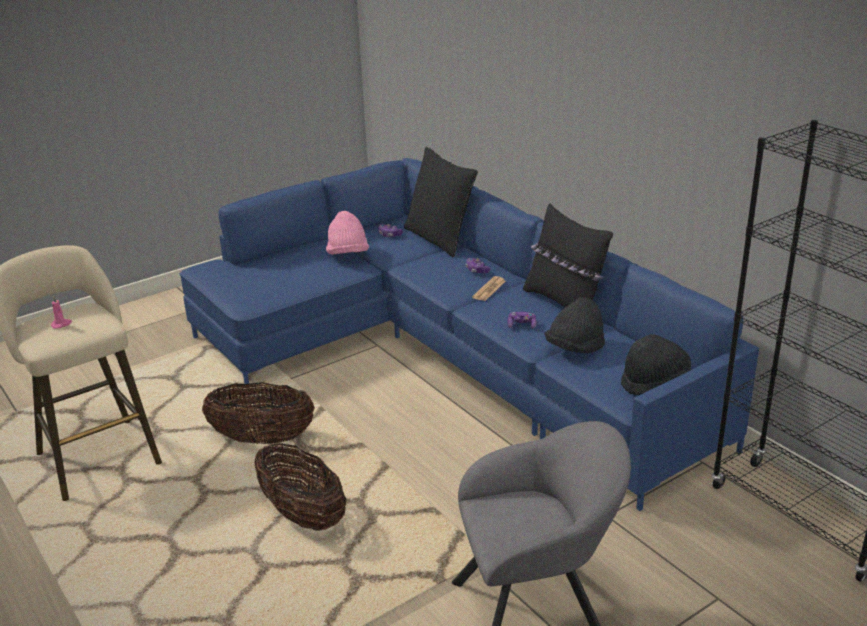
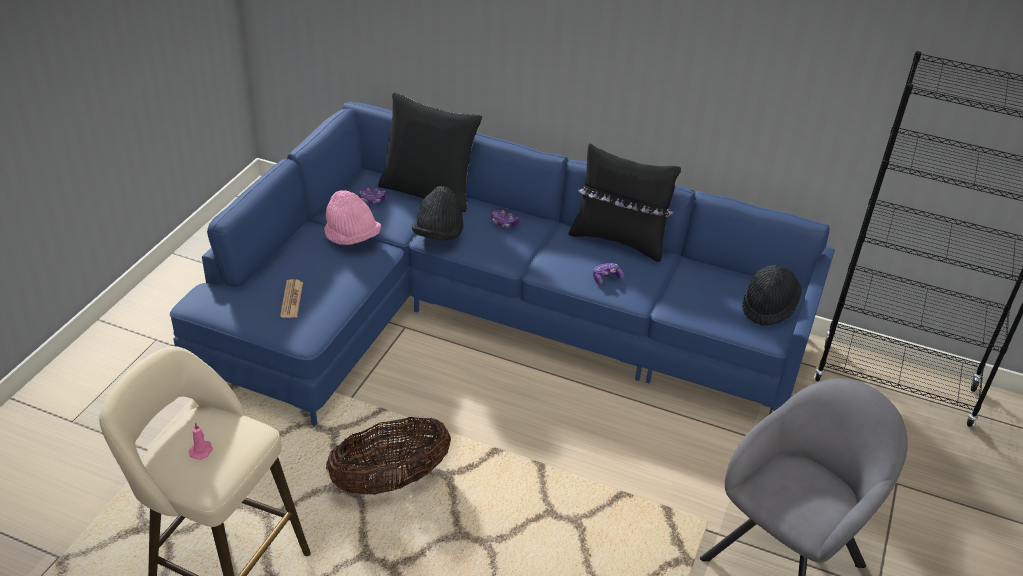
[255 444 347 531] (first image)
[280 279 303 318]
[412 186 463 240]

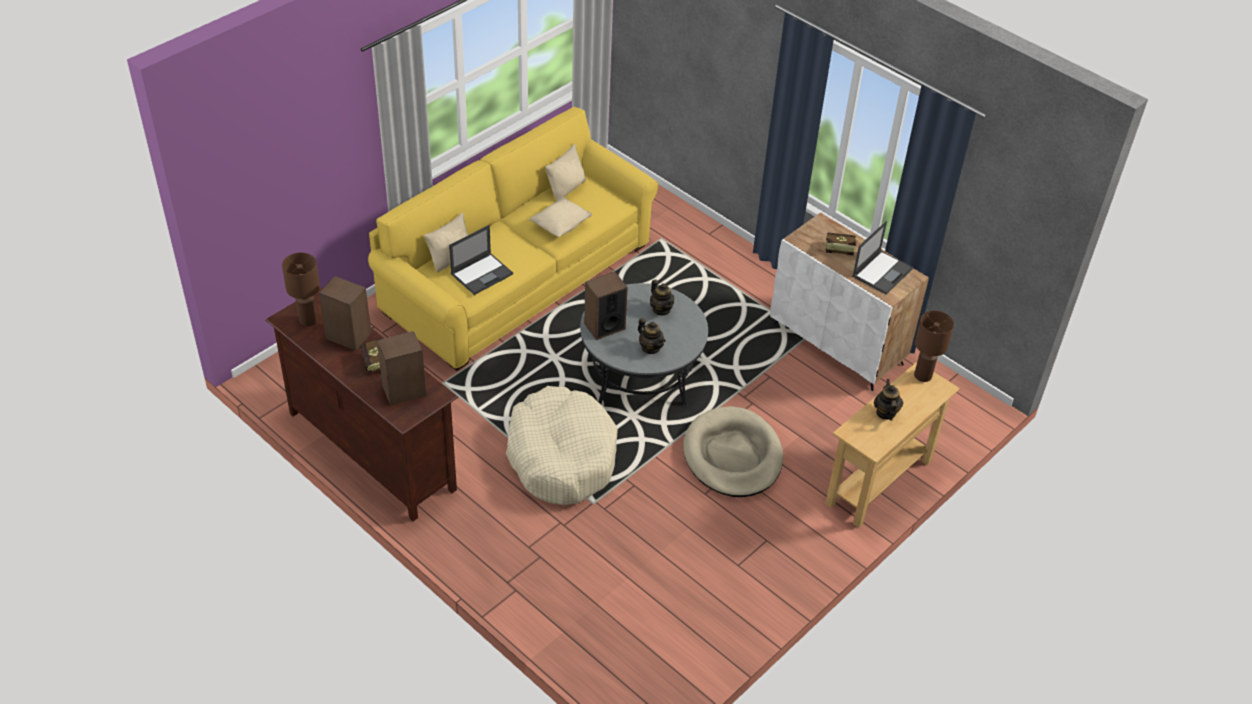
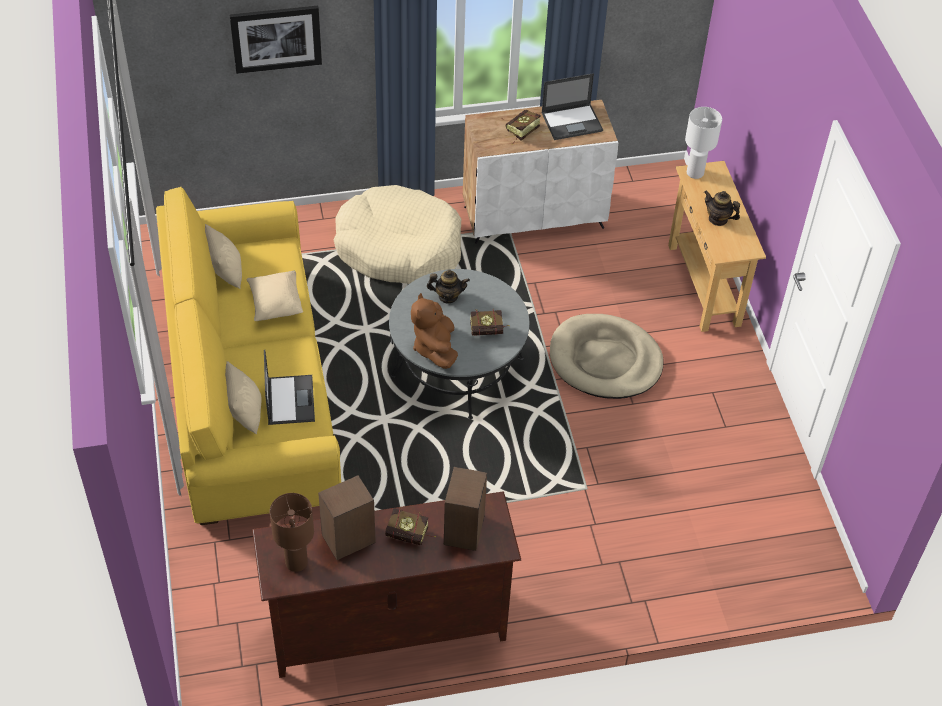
[229 6 322 74]
[334 185 461 284]
[411 293 458 369]
[470 308 509 336]
[685 107 722 179]
[541 73 603 140]

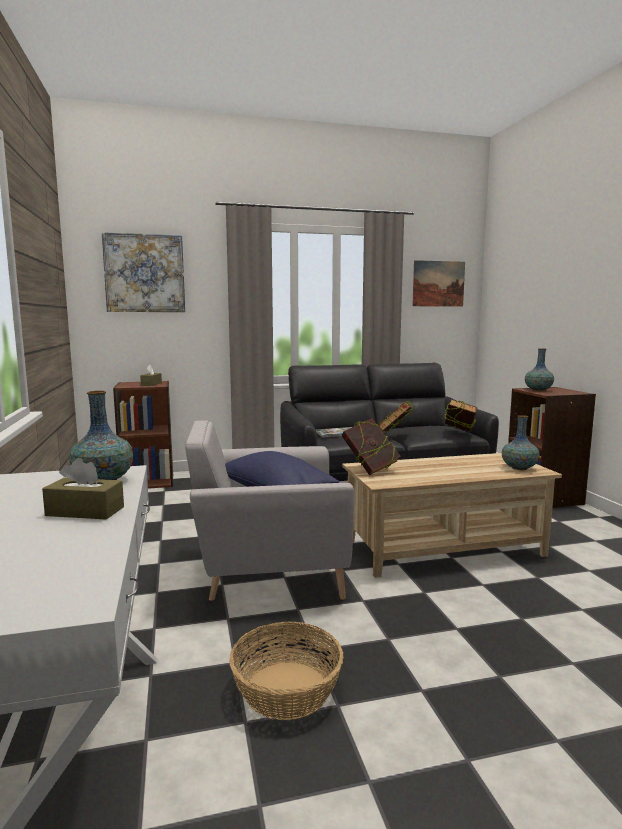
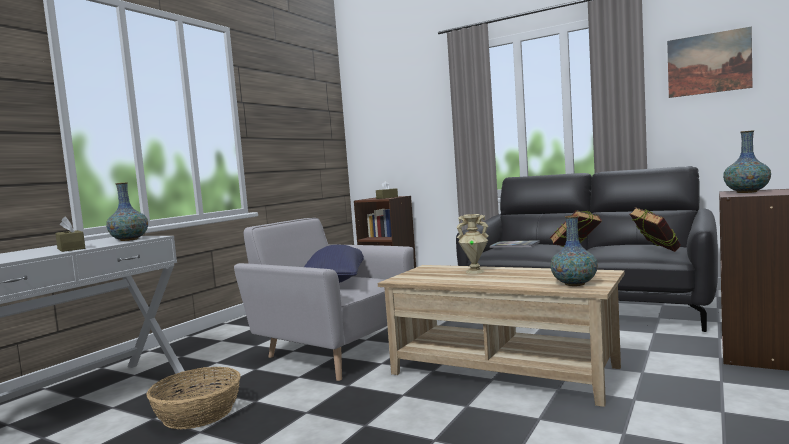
[102 232 185 312] (first image)
[342 418 401 475] (first image)
[456 214 489 274]

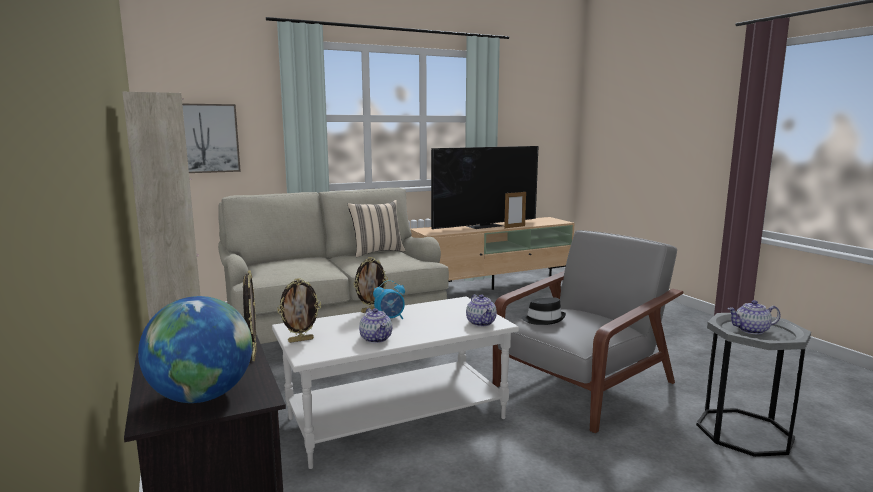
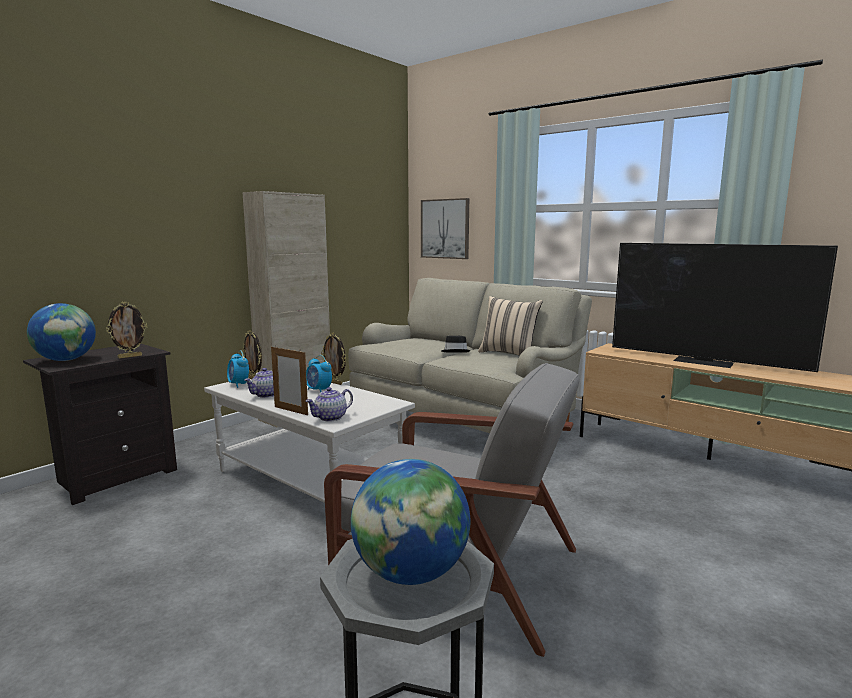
[227 350 249 388]
[271 345 308 415]
[442 336 471 353]
[351 459 470 585]

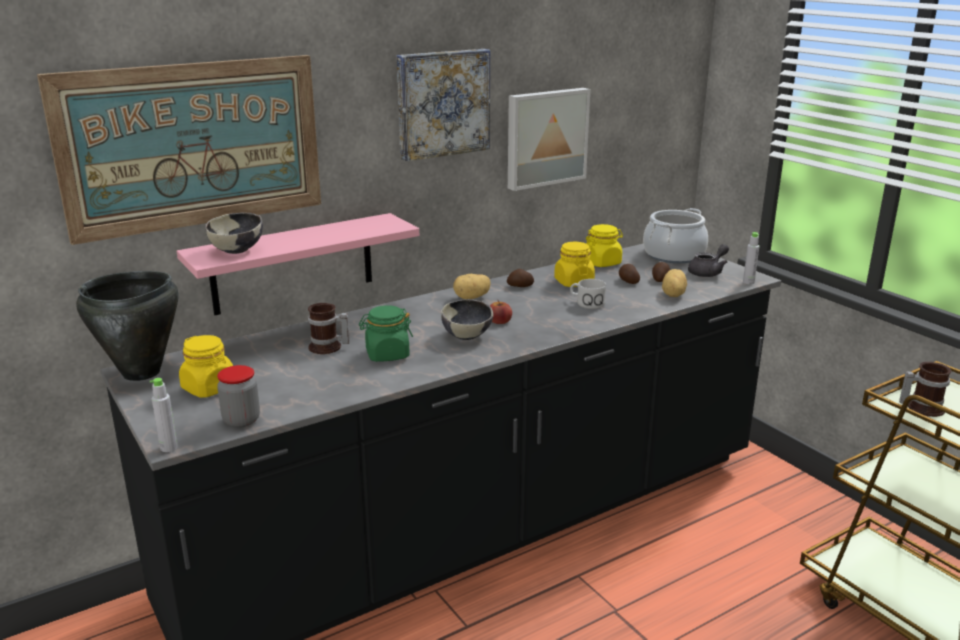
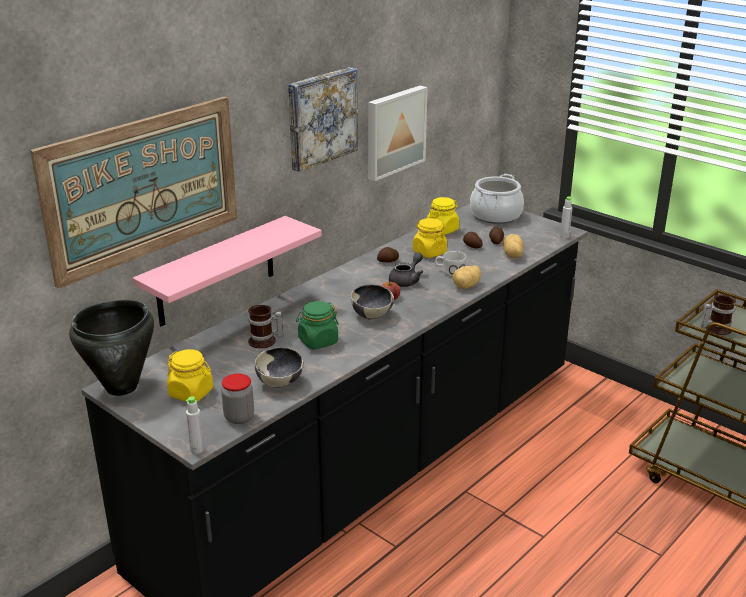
[255 347 304 388]
[453 266 481 289]
[389 252 423 287]

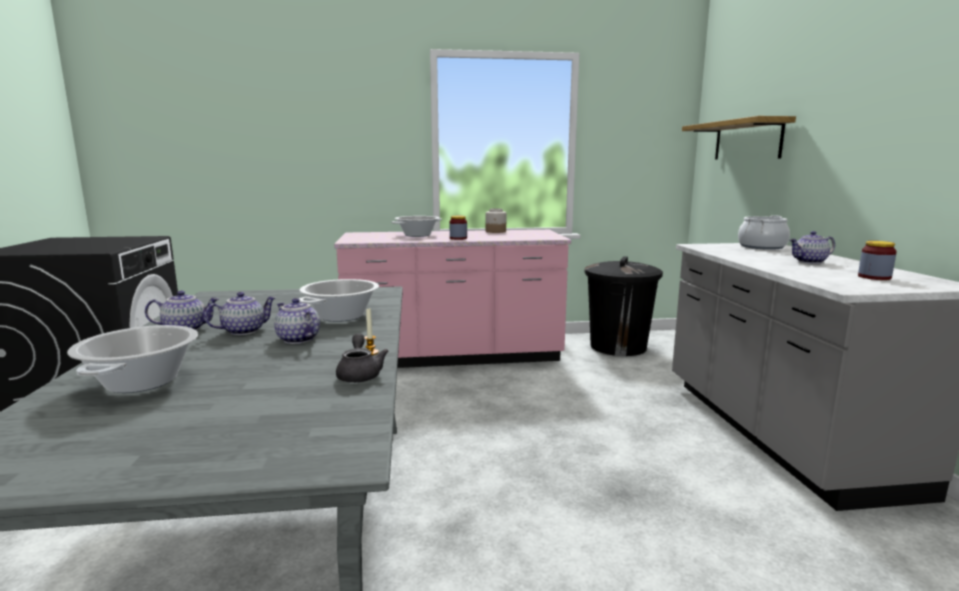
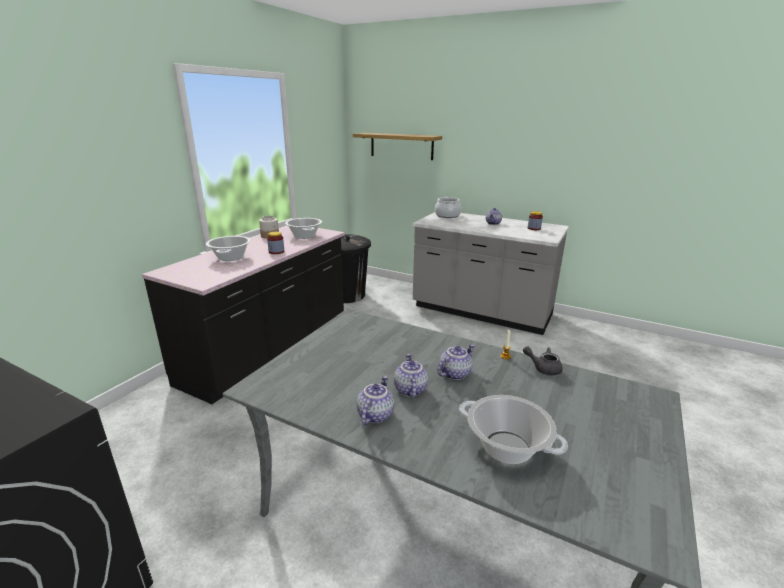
[285 218 322 239]
[142 226 345 404]
[437 344 475 380]

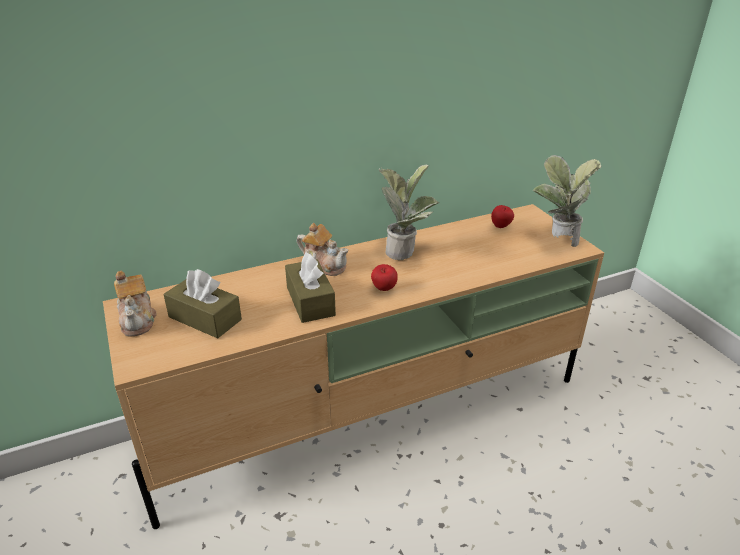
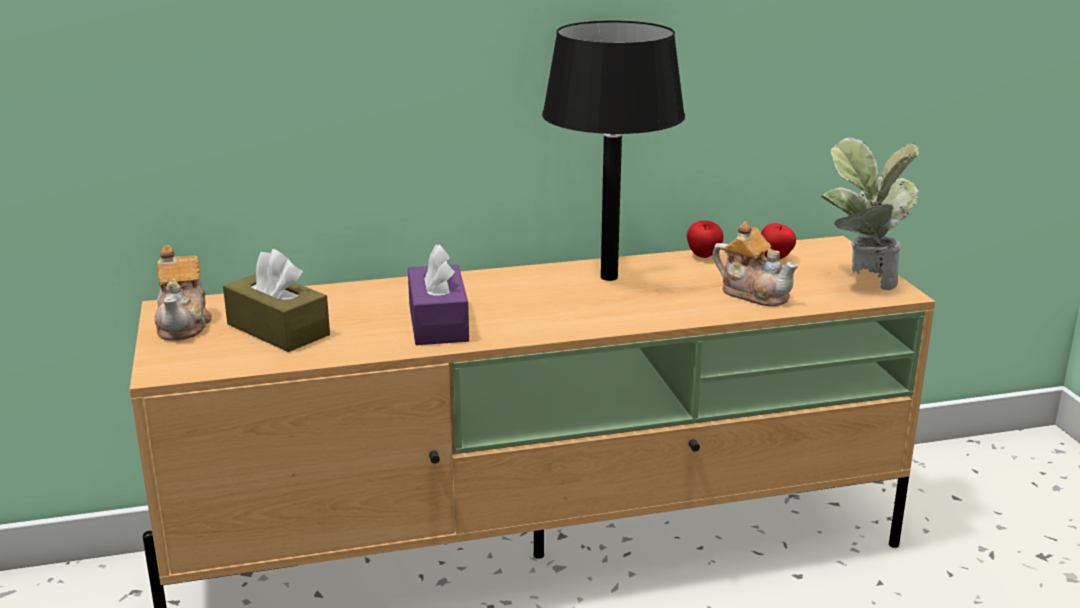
[713 221 799 307]
[687 221 723 258]
[542 21 685 281]
[408 244 469 345]

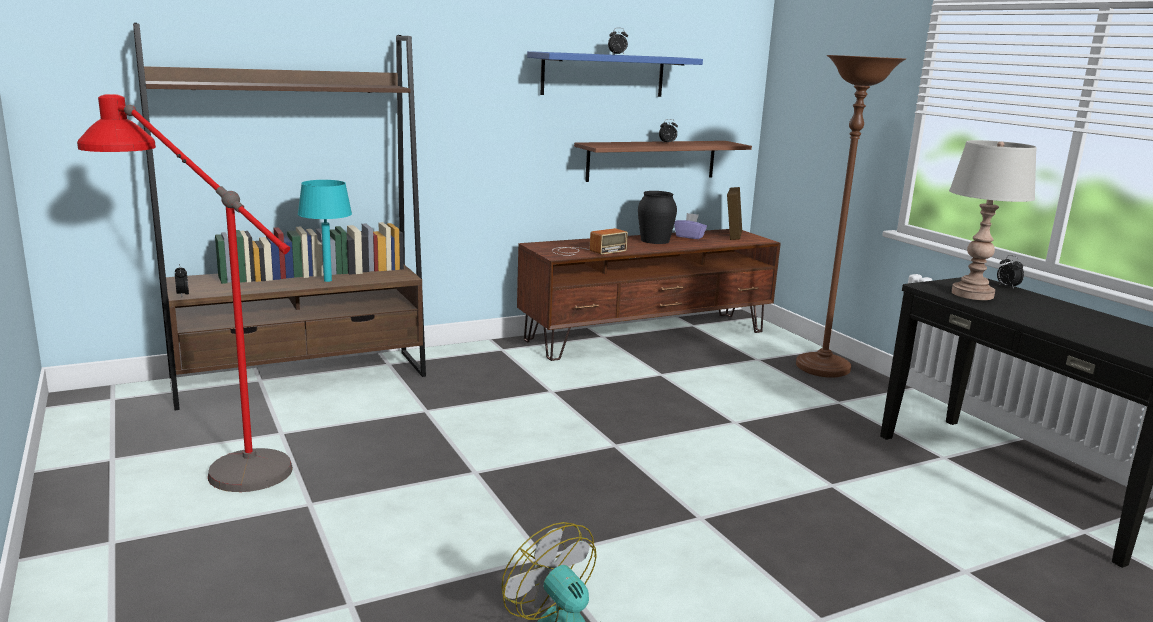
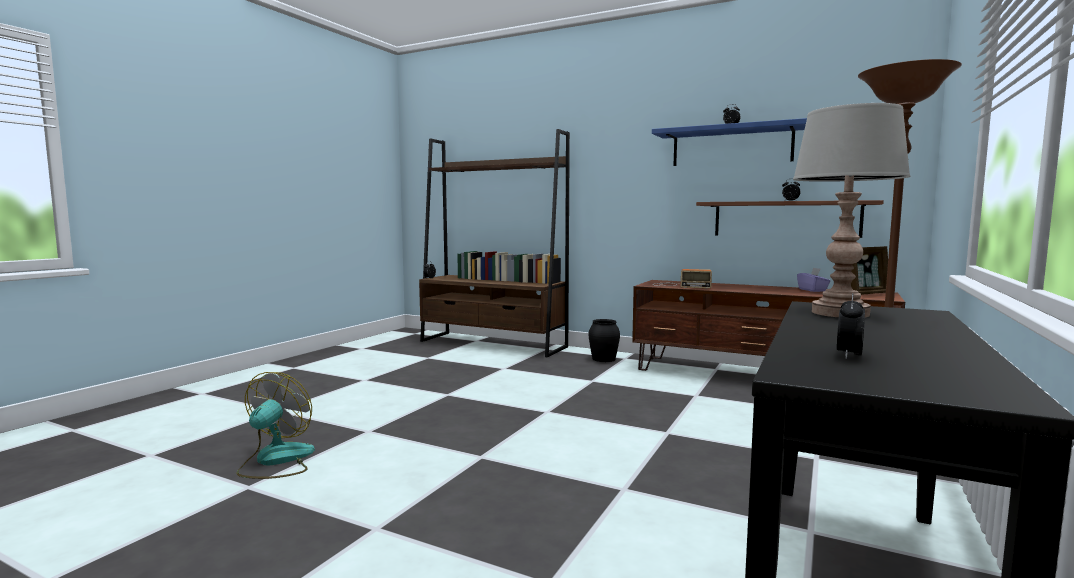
[77 94 293 492] (first image)
[297 180 352 282] (first image)
[589 319 620 362]
[837 293 865 359]

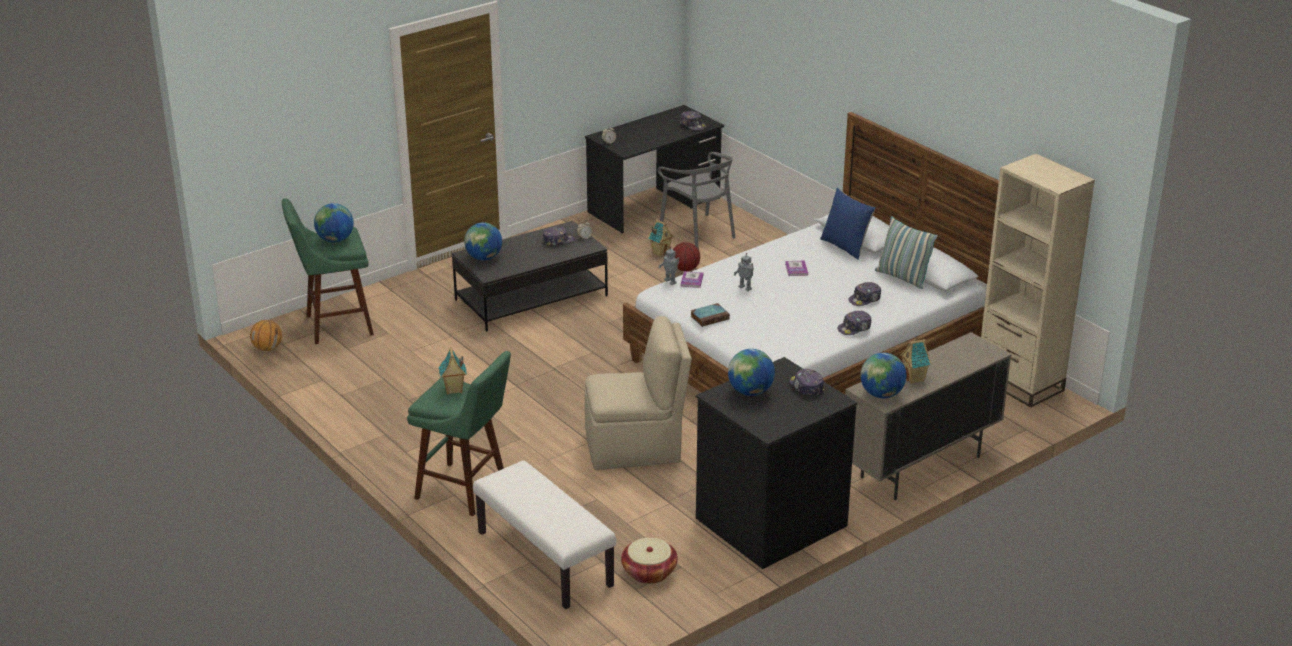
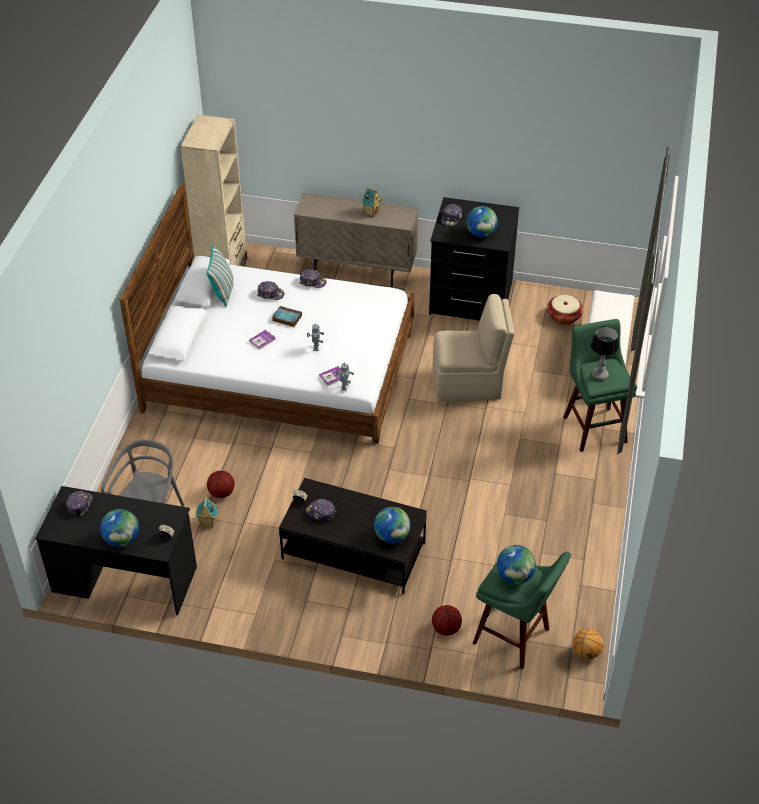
[820 188 876 260] (first image)
[432 605 462 636]
[272 306 302 327]
[100 509 139 547]
[591 326 619 380]
[433 294 515 402]

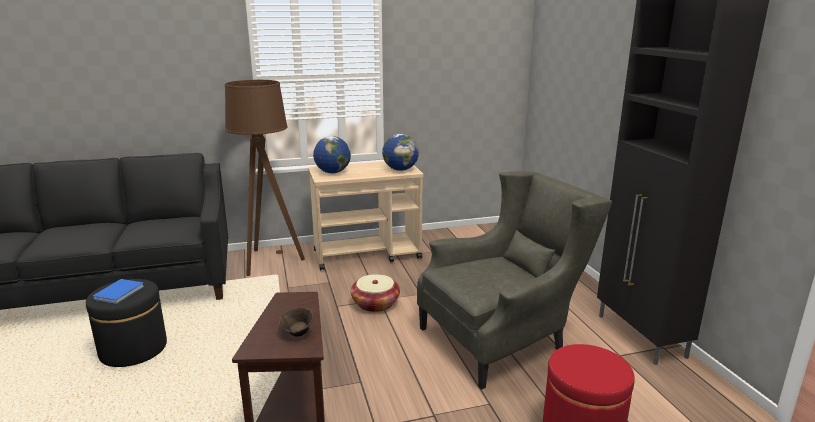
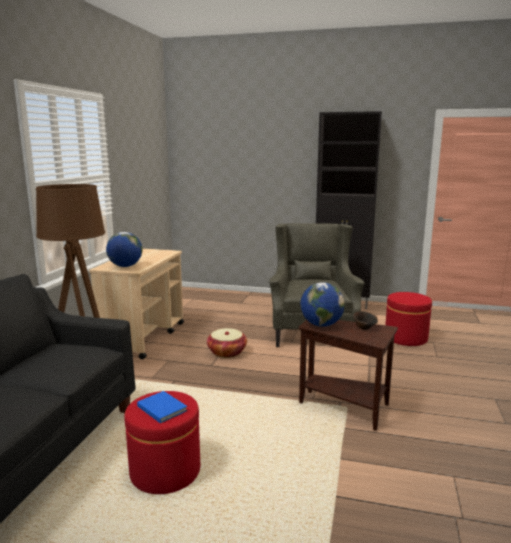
[300 282 344 327]
[124 391 200 494]

